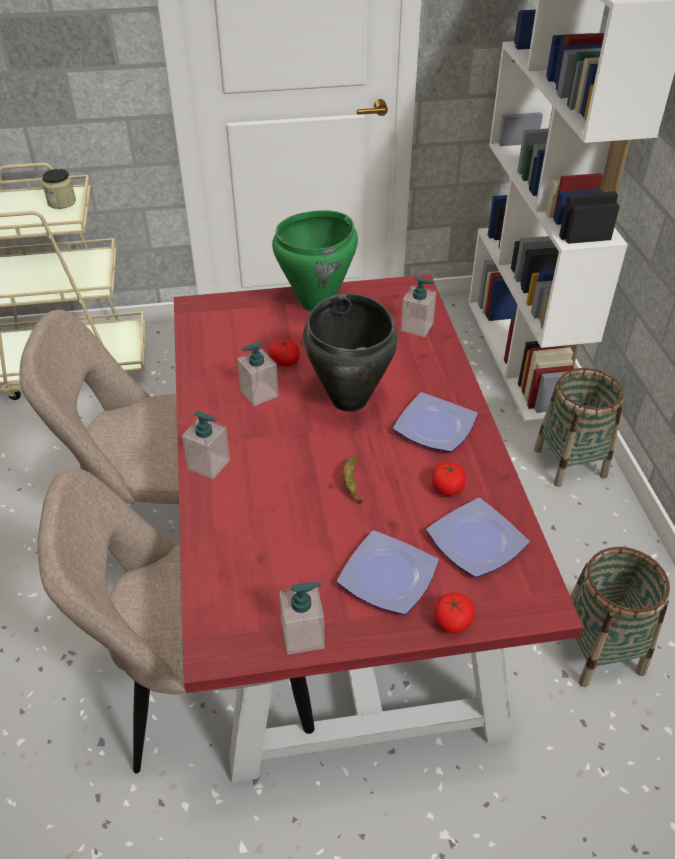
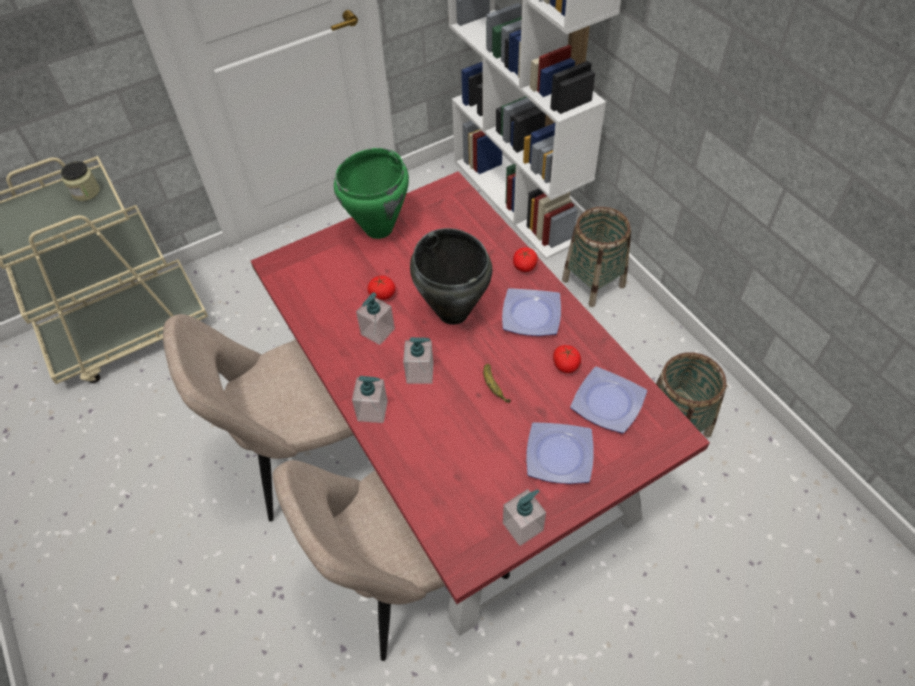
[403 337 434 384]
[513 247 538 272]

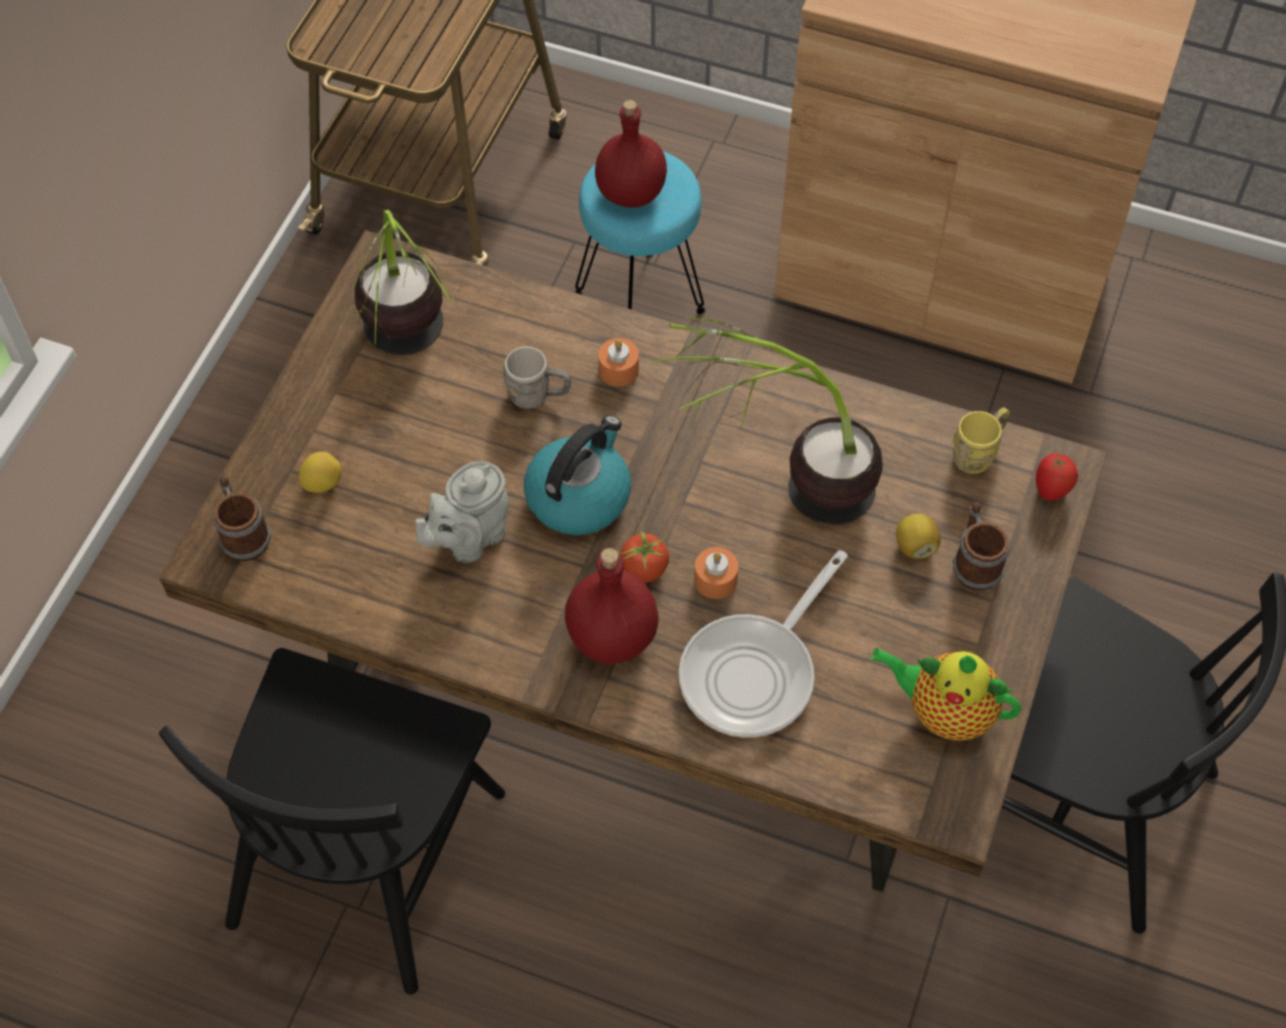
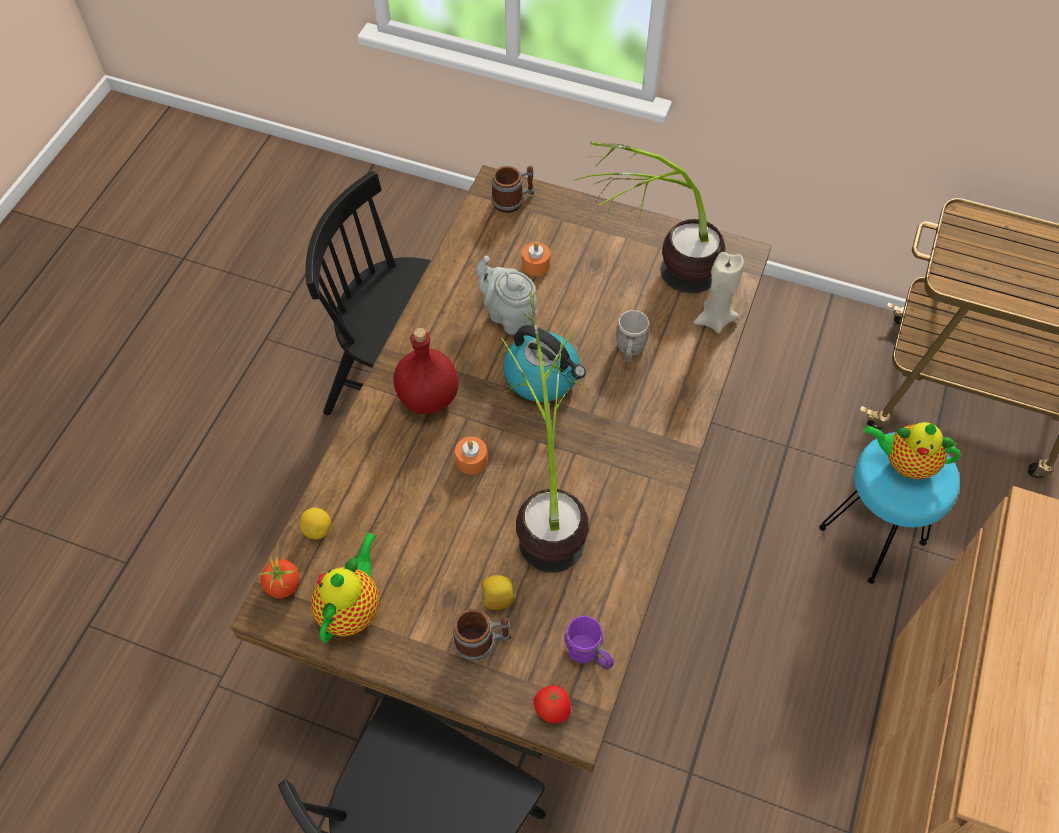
[679 550 848 738] (first image)
[694 252 744 333]
[300 507 331 539]
[522 242 550 276]
[258 555 300 598]
[863 422 961 479]
[564 616 614 670]

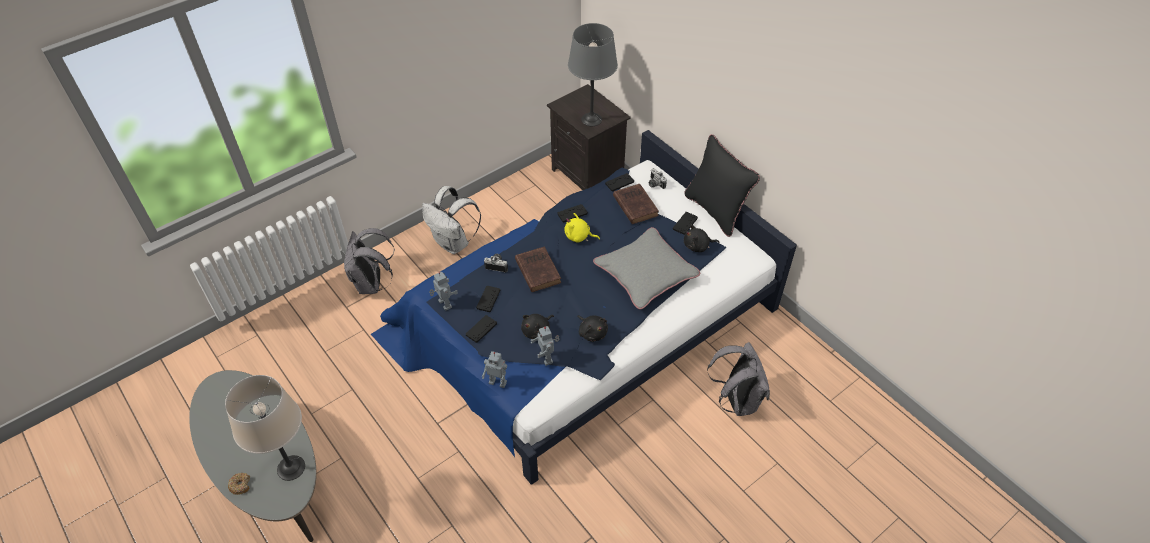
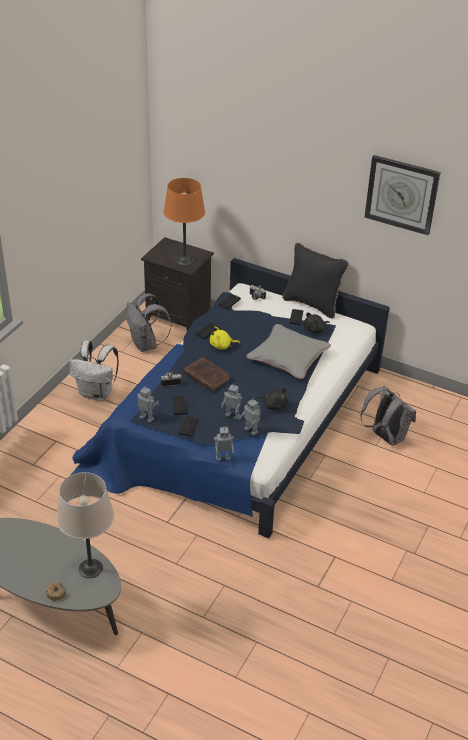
[613 184 659 224] (first image)
[364 155 441 235]
[126 293 172 352]
[221 383 242 420]
[164 178 205 266]

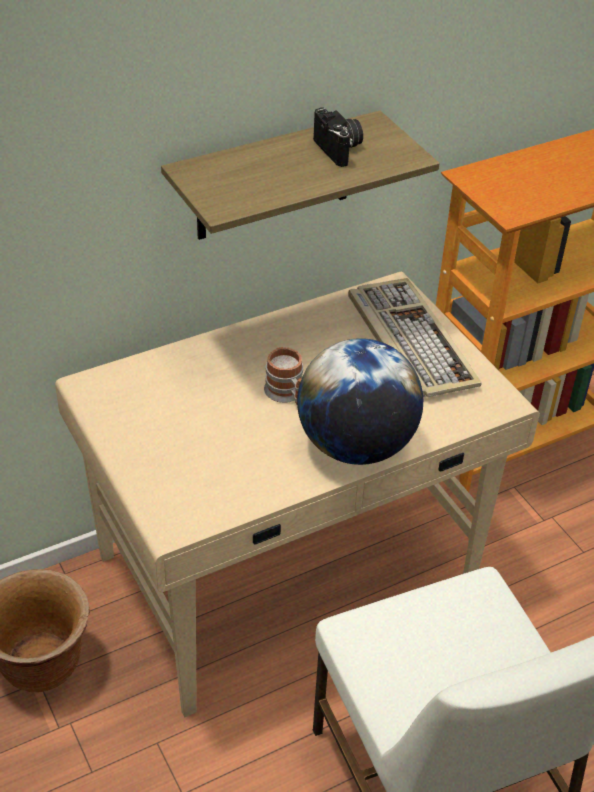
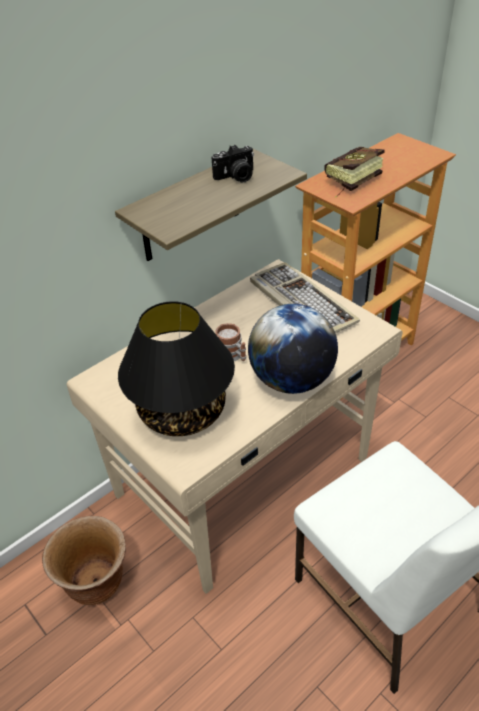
[118 301 235 436]
[324 147 385 198]
[211 145 254 183]

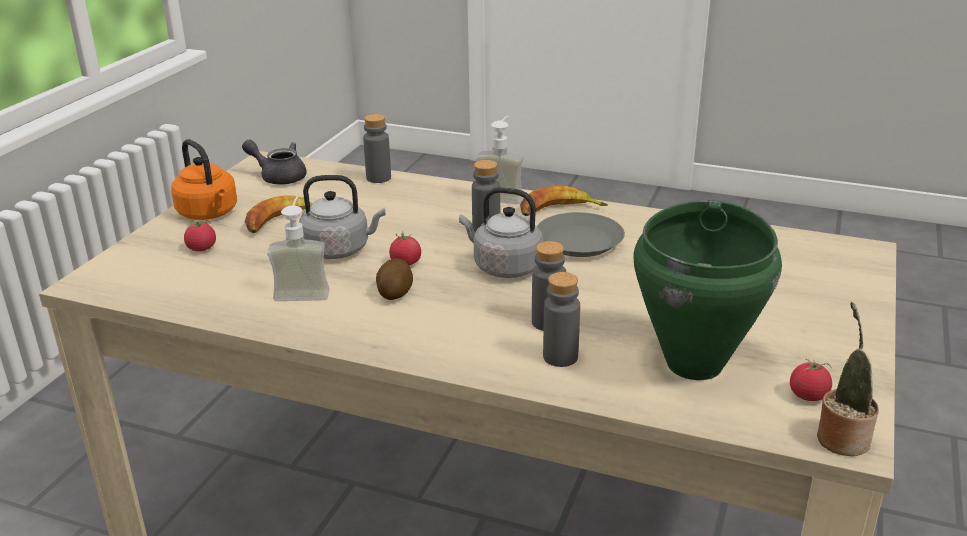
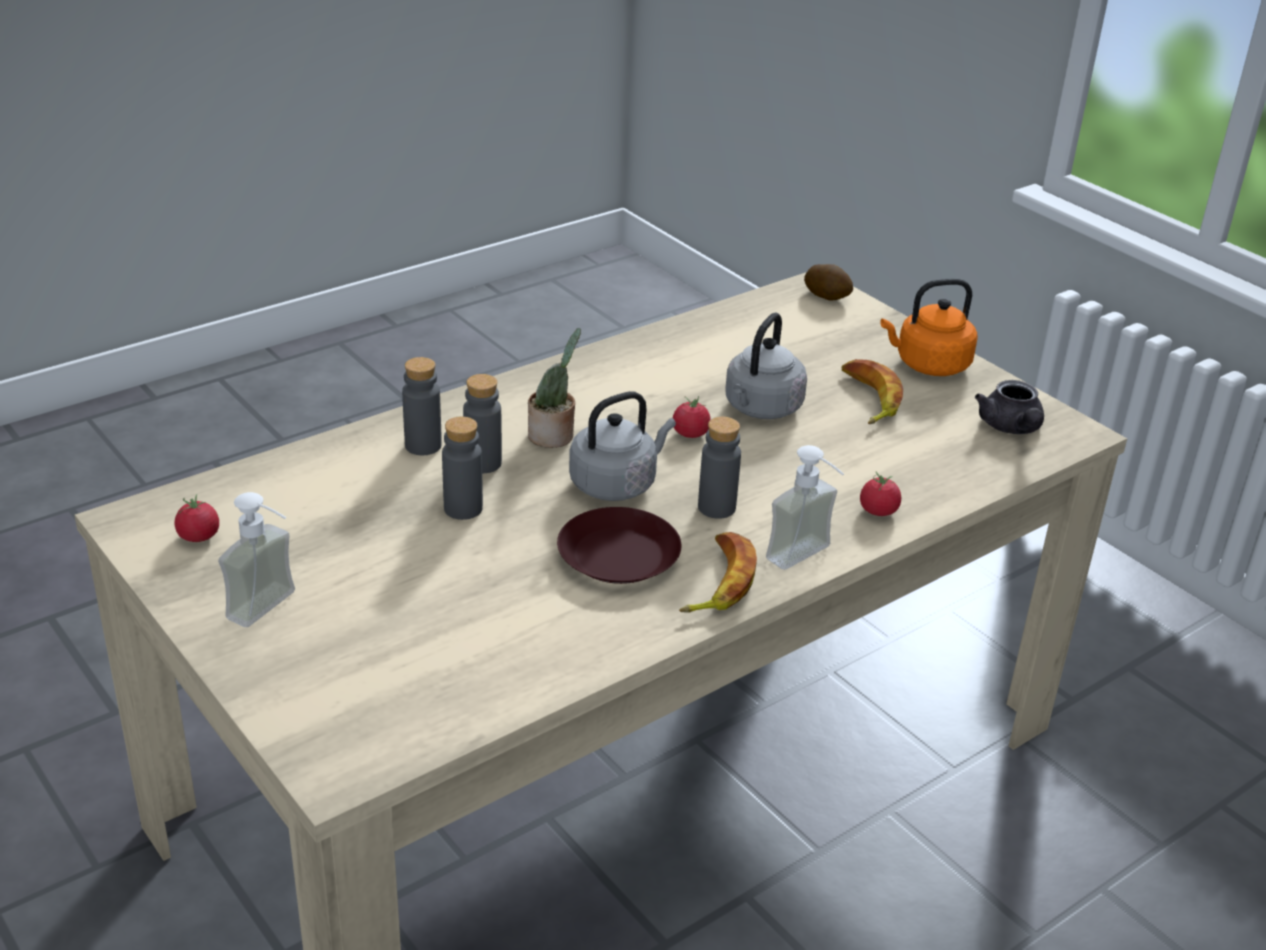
[633 200 782 380] (first image)
[860 472 901 516]
[218 492 295 627]
[442 416 483 520]
[804 264 853 301]
[528 328 581 448]
[557 507 682 584]
[975 380 1044 434]

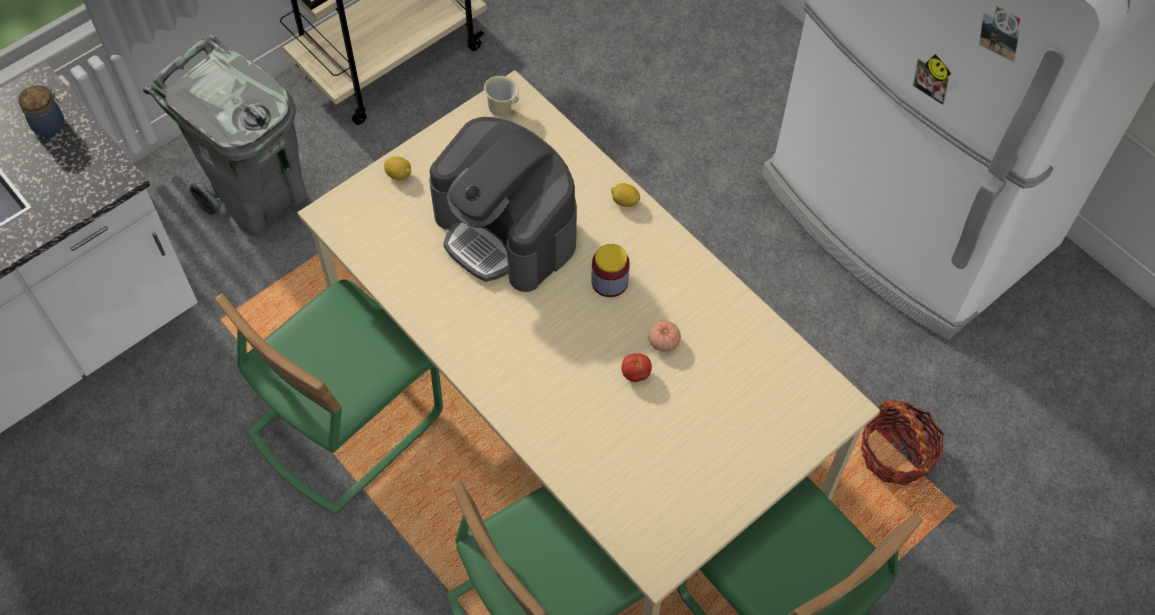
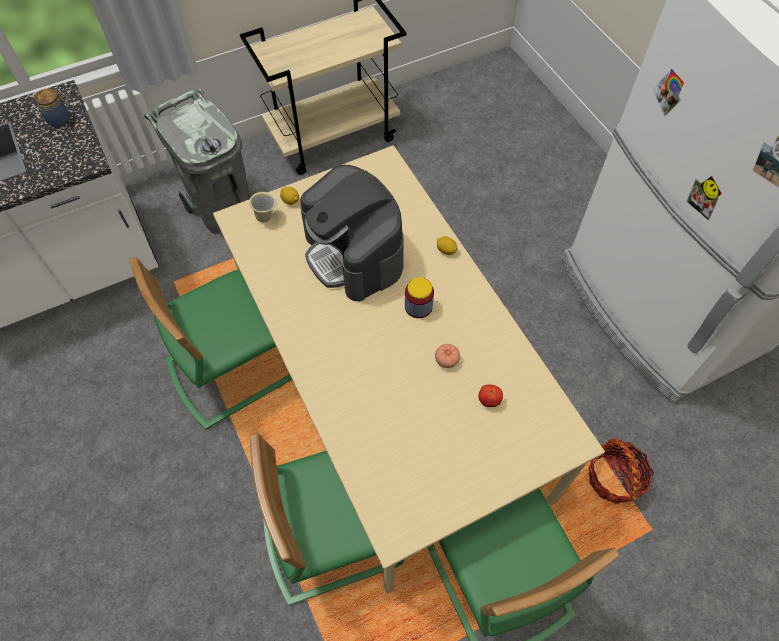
[249 192 277 222]
[479 385 503 407]

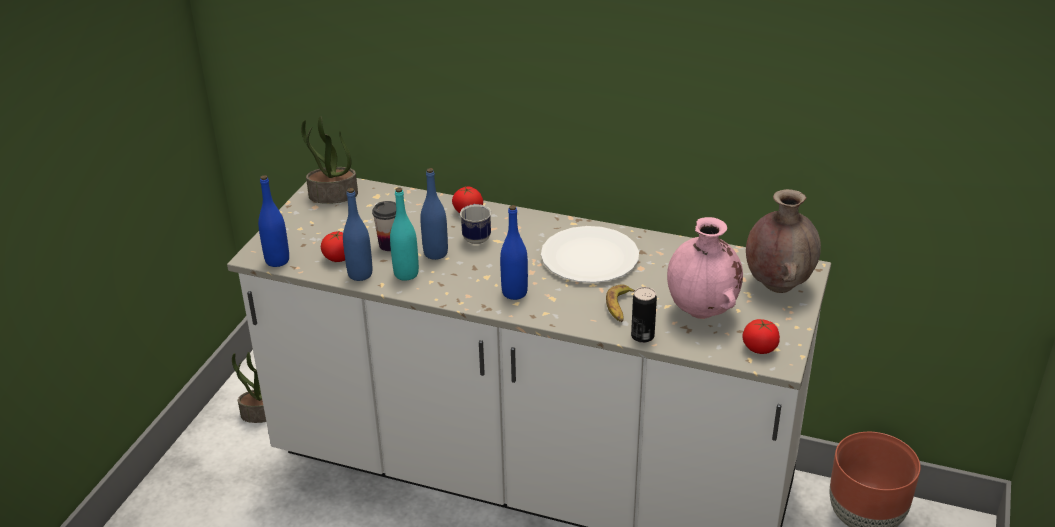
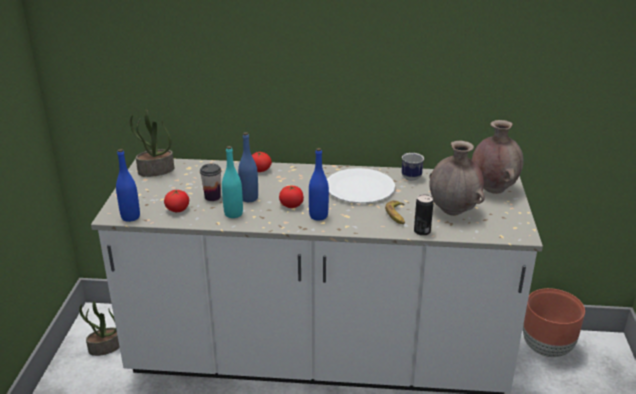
[343 188 372 281] (first image)
[402 153 424 181]
[279 186 304 208]
[429 141 485 216]

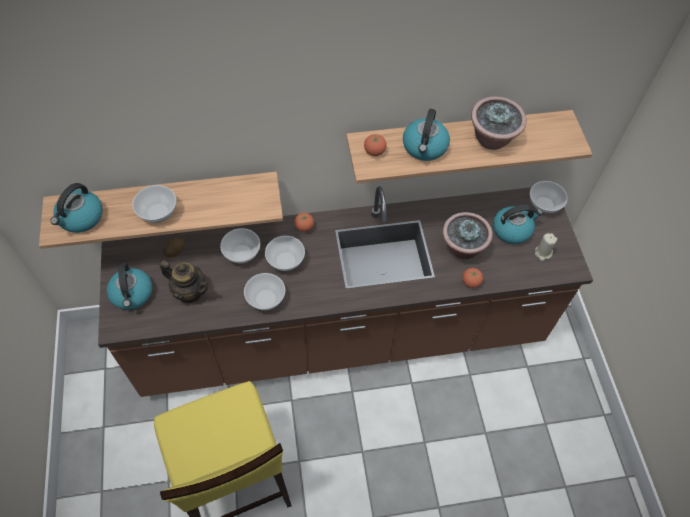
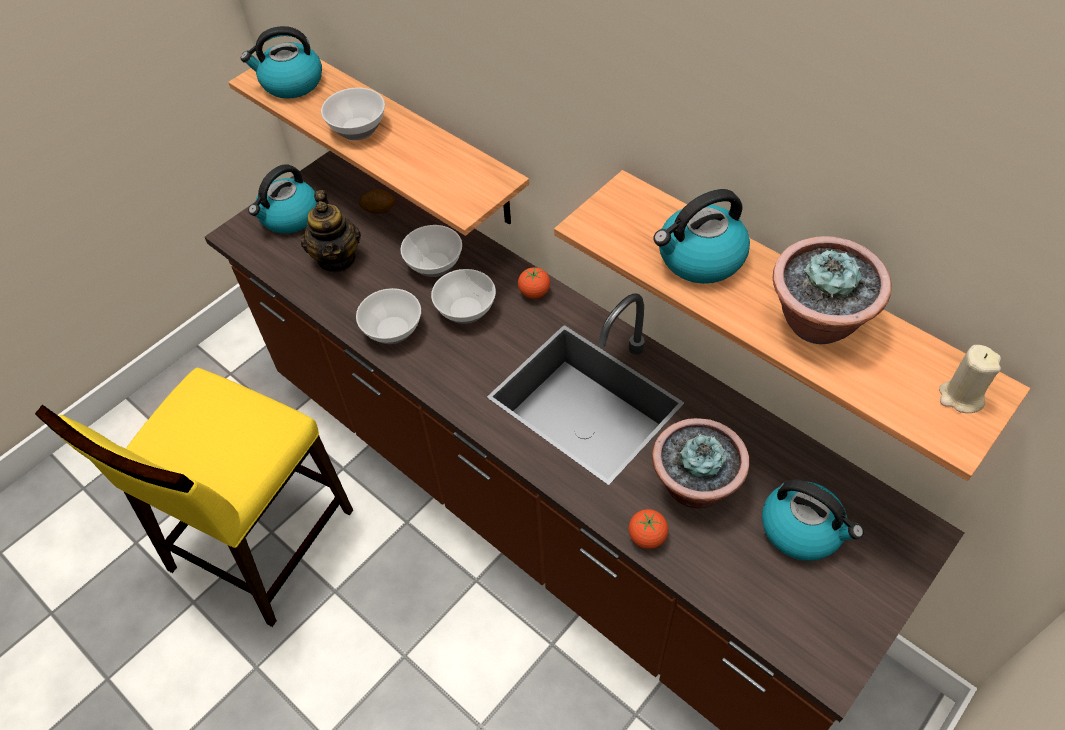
[364 134 387 156] (first image)
[530 181 568 213] (first image)
[939 345 1001 413]

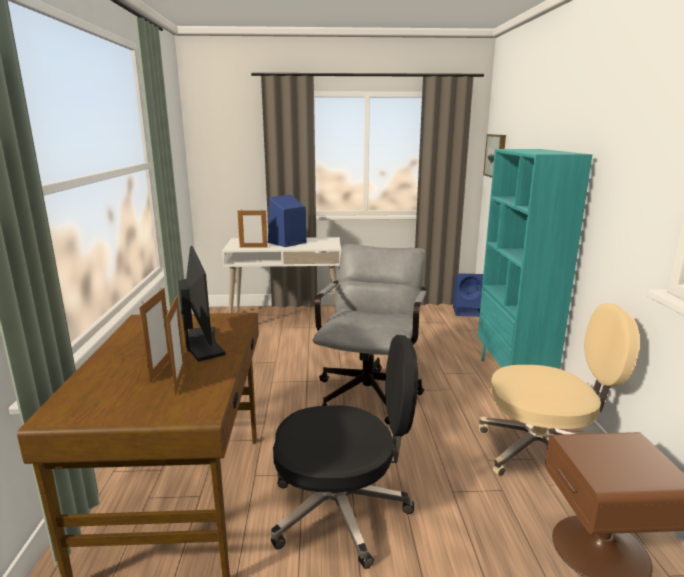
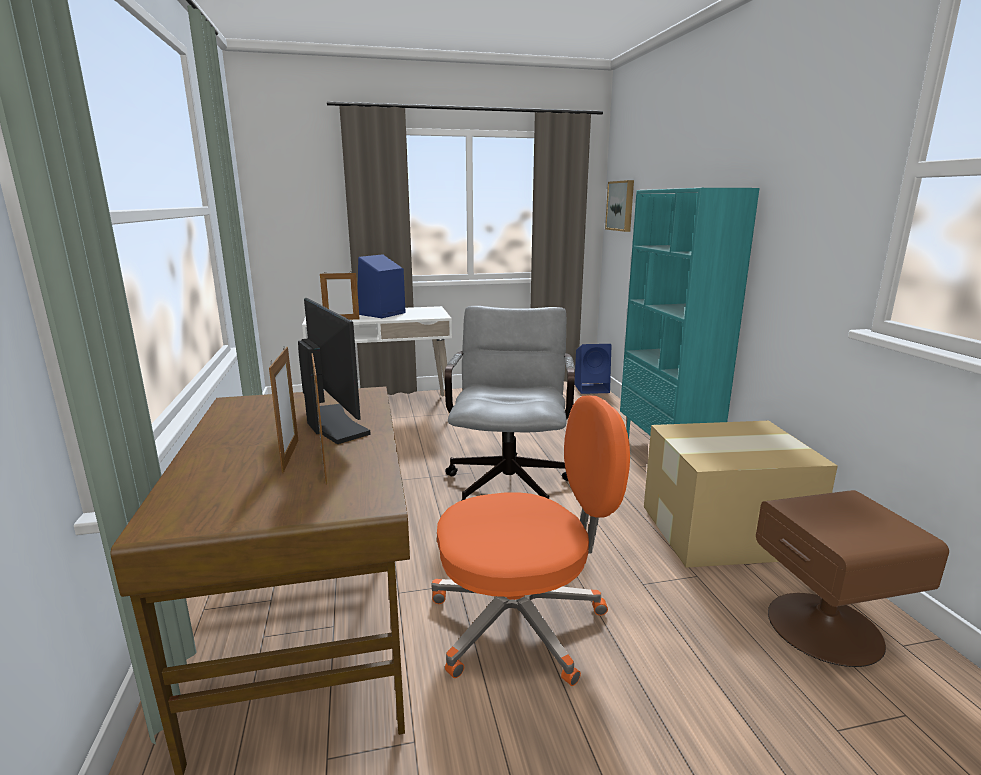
[644 421 838 568]
[431 395 630 686]

